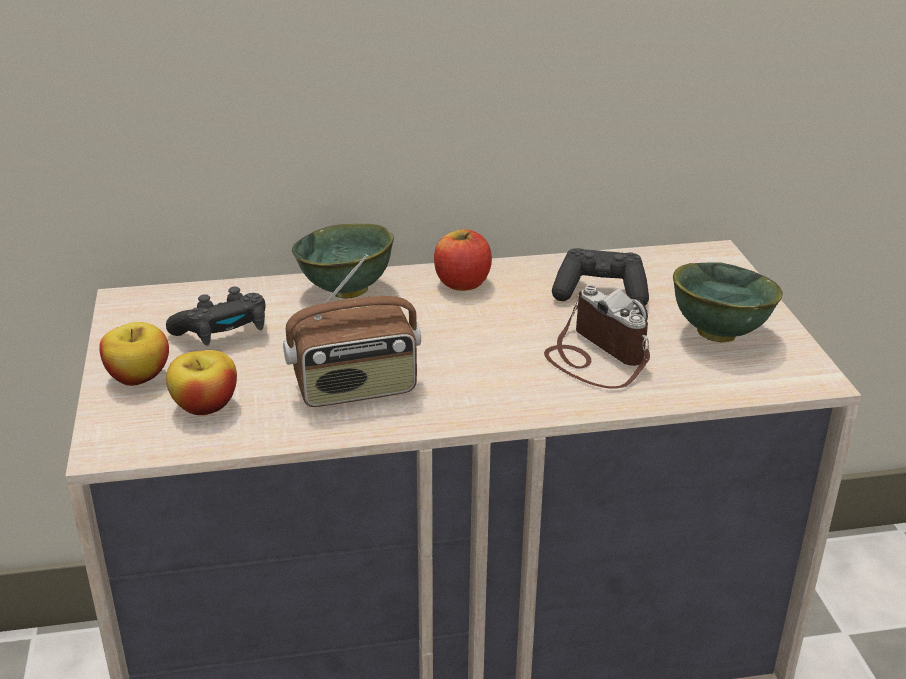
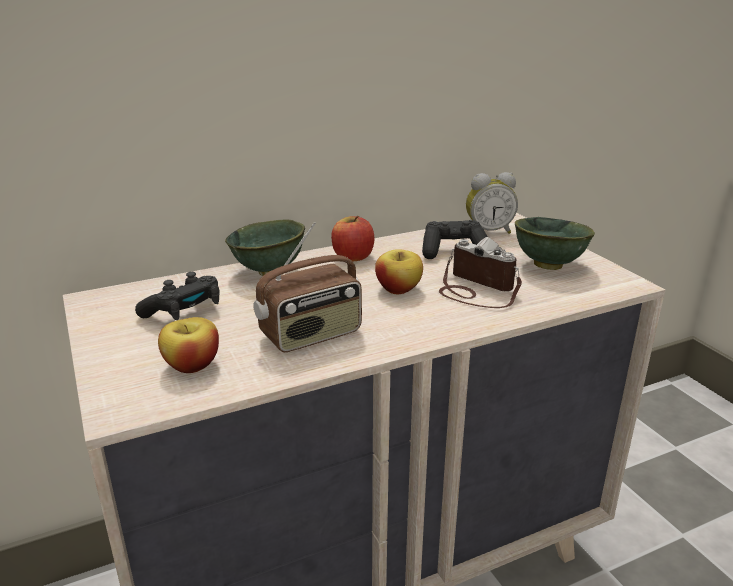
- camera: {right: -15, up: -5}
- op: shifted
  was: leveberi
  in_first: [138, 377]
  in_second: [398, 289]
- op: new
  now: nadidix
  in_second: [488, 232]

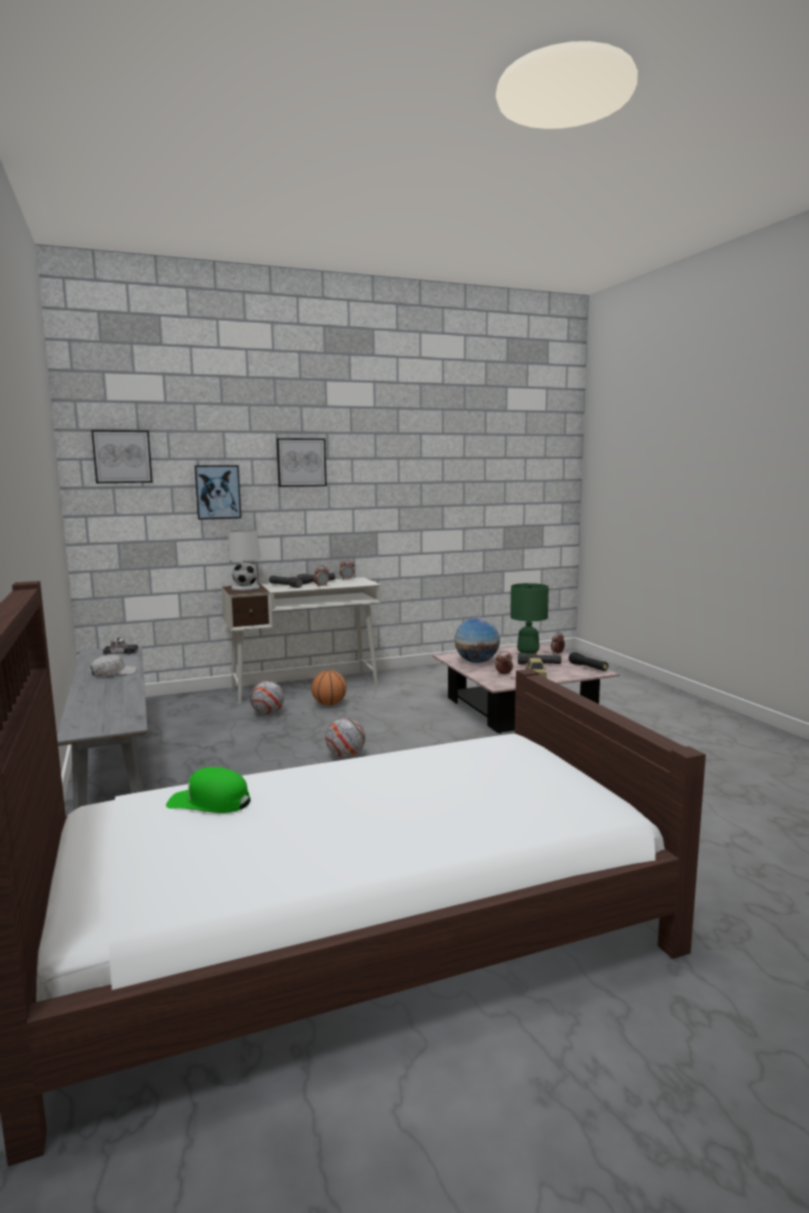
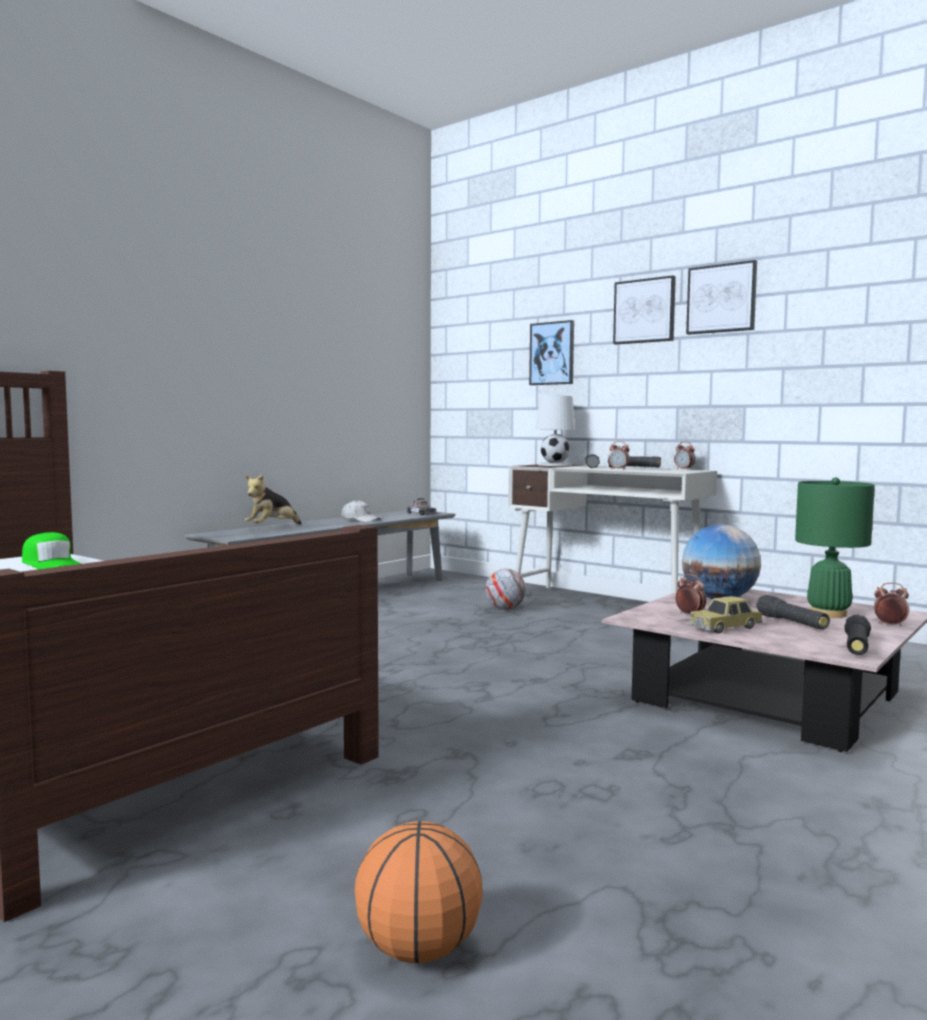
- camera: {right: 60, up: -5}
- op: shifted
  was: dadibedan
  in_first: [122, 456]
  in_second: [721, 298]
- op: shifted
  was: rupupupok
  in_first: [329, 704]
  in_second: [418, 949]
- op: gone
  was: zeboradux
  in_first: [345, 756]
- op: rotated
  was: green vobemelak
  in_first: [209, 802]
  in_second: [51, 564]
  clockwise: 150
- op: new
  now: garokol
  in_second: [272, 527]

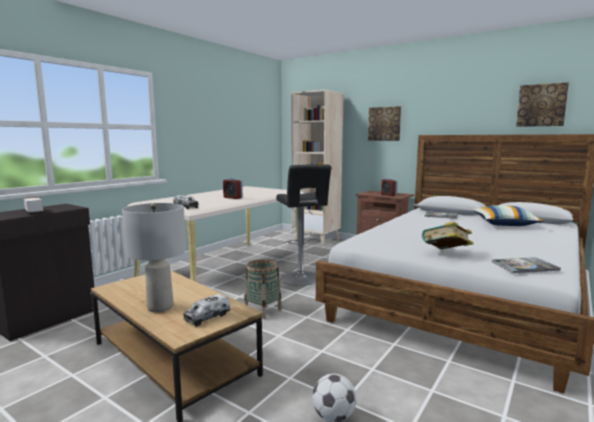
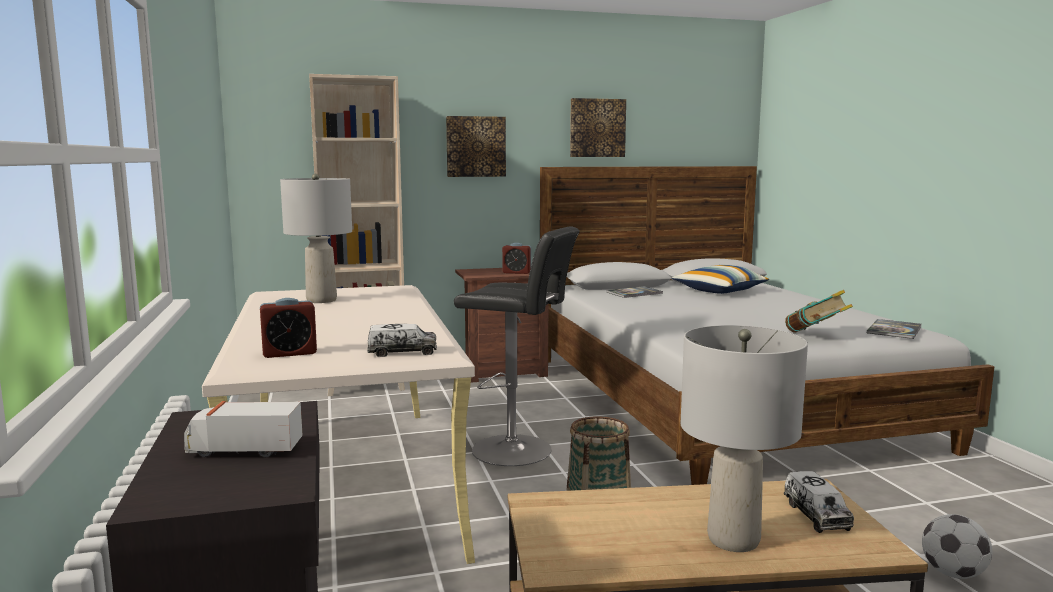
- camera: {right: -50, up: 0}
- op: shifted
  was: dadibedan
  in_first: [541, 105]
  in_second: [597, 128]
- op: shifted
  was: nadidix
  in_first: [233, 198]
  in_second: [289, 353]
- op: new
  now: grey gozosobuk
  in_second: [321, 300]

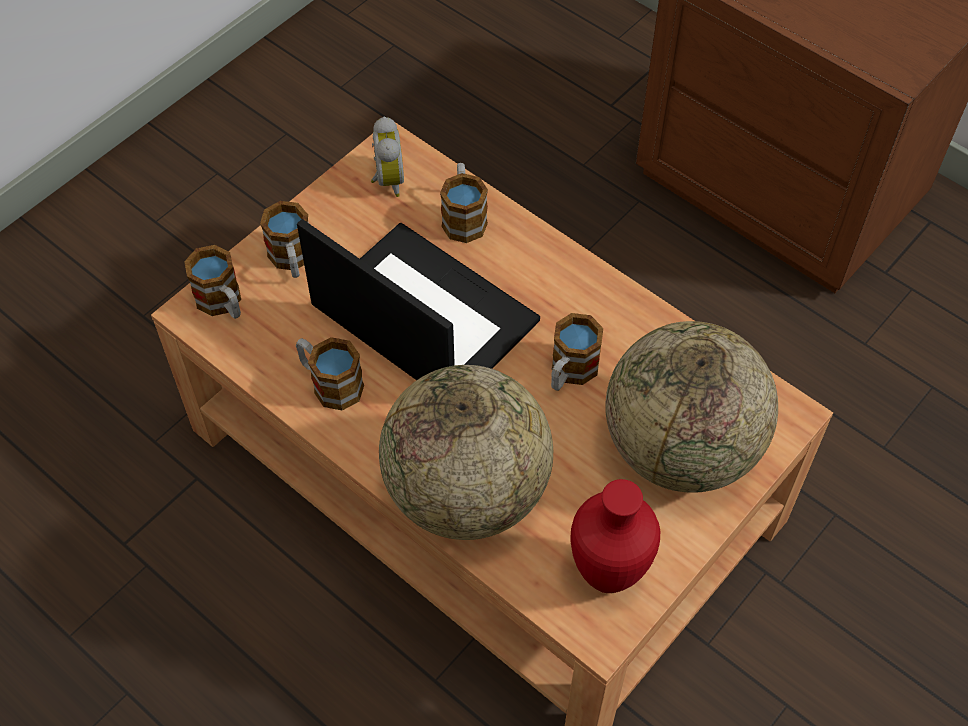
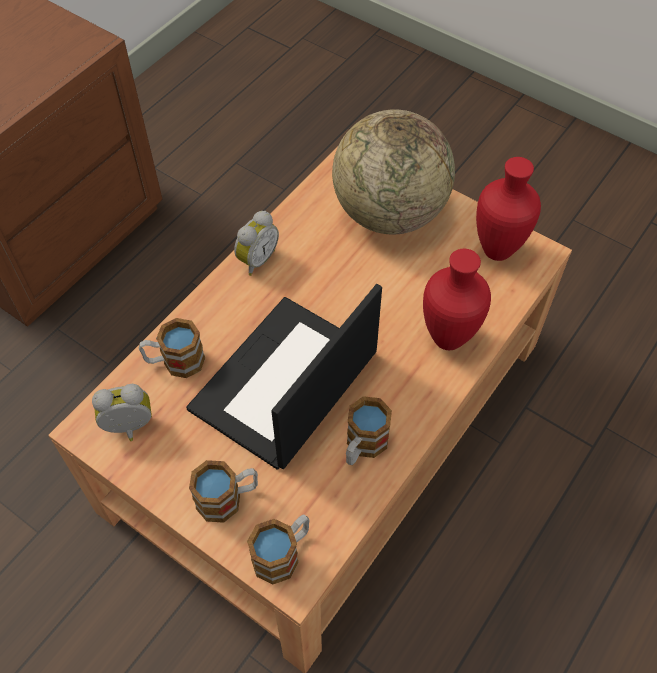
- camera: {right: -95, up: 0}
- op: gone
  was: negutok
  in_first: [570, 372]
- op: swapped
  was: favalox
  now: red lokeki
  in_first: [467, 492]
  in_second: [449, 337]
- op: new
  now: nadidix
  in_second: [256, 259]

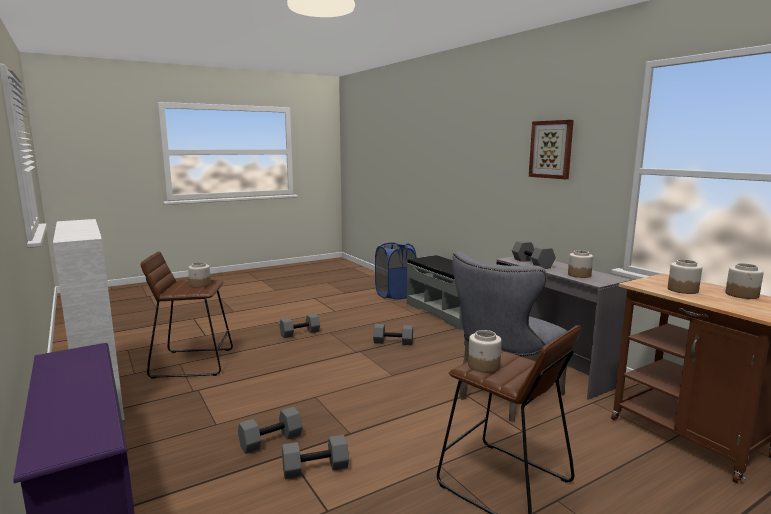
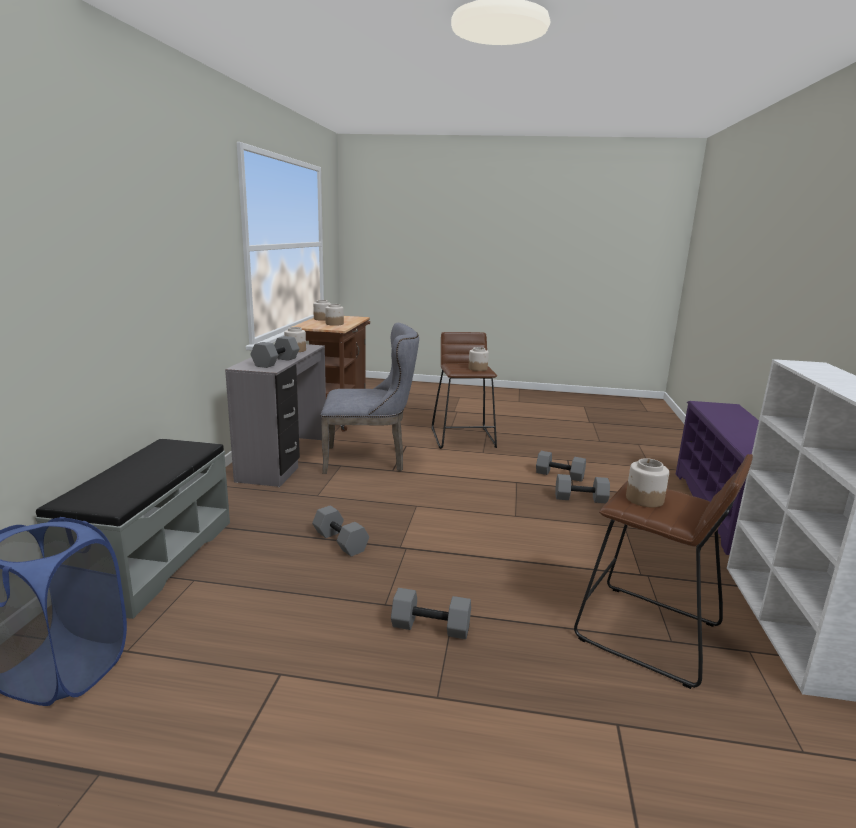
- camera: {right: -140, up: 5}
- op: gone
  was: dadibedan
  in_first: [551, 149]

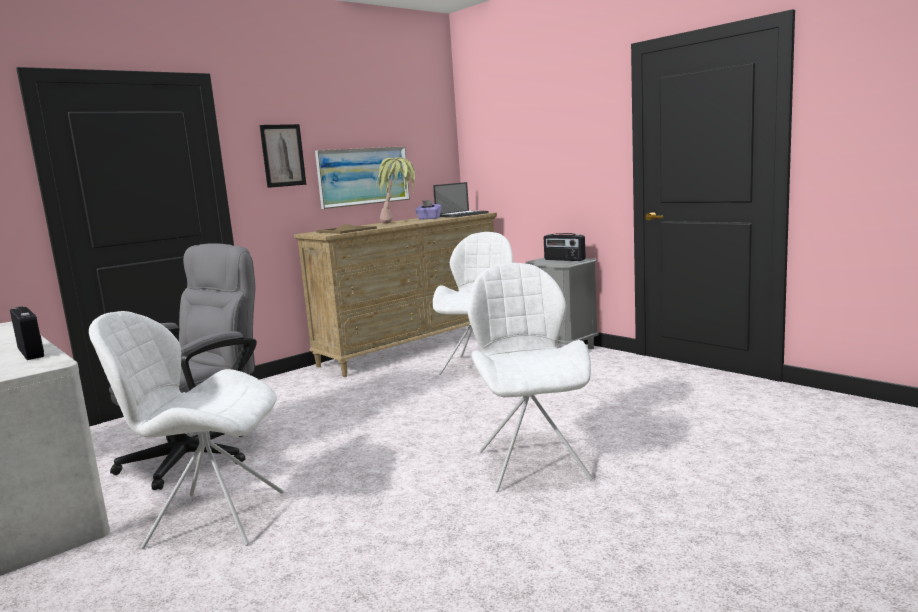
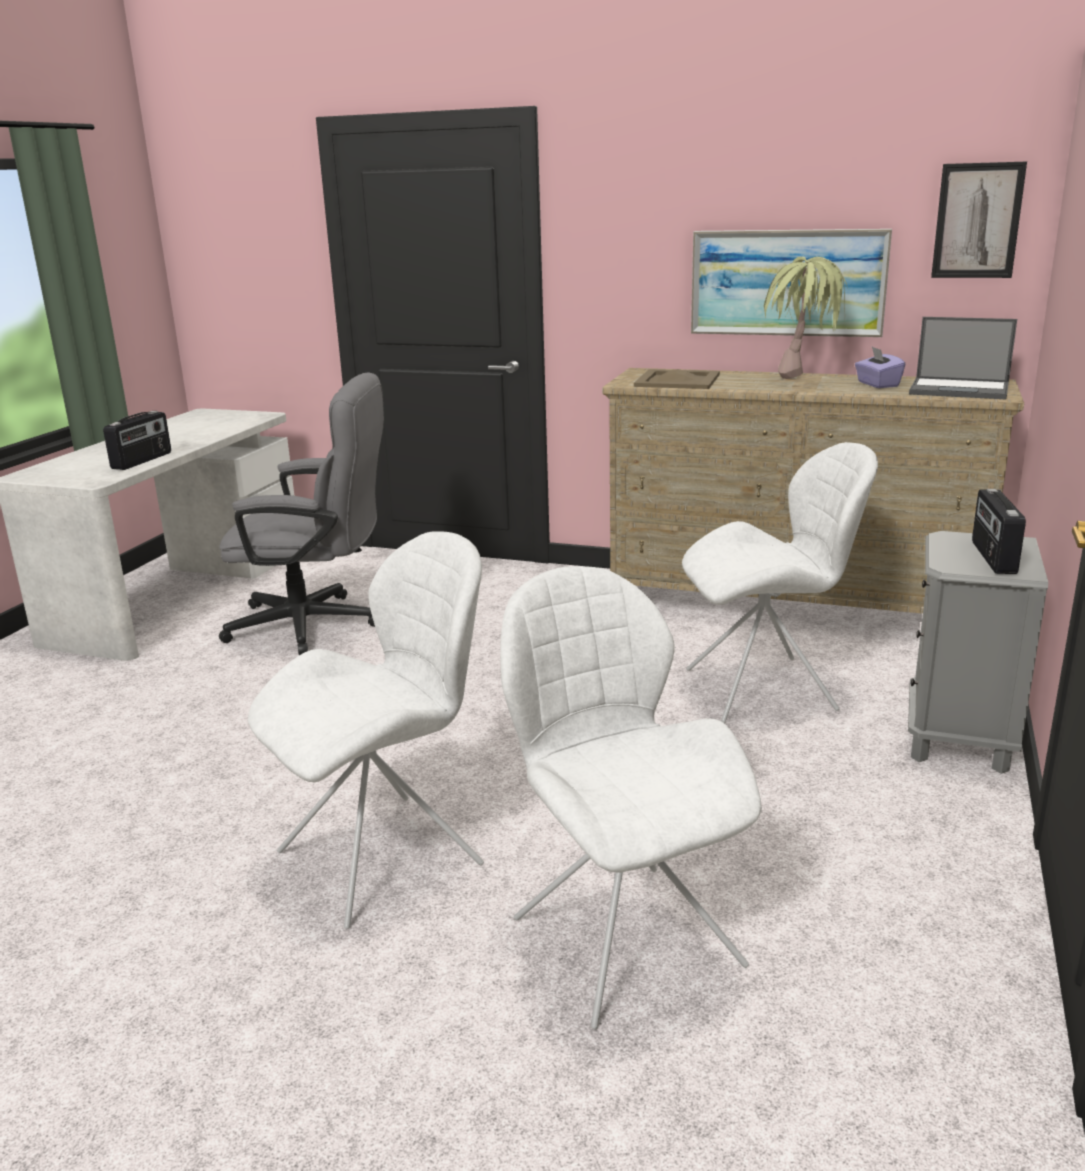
- camera: {right: 60, up: 10}
- op: shifted
  was: dadibedan
  in_first: [283, 155]
  in_second: [977, 221]
- op: shifted
  was: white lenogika
  in_first: [211, 519]
  in_second: [622, 936]

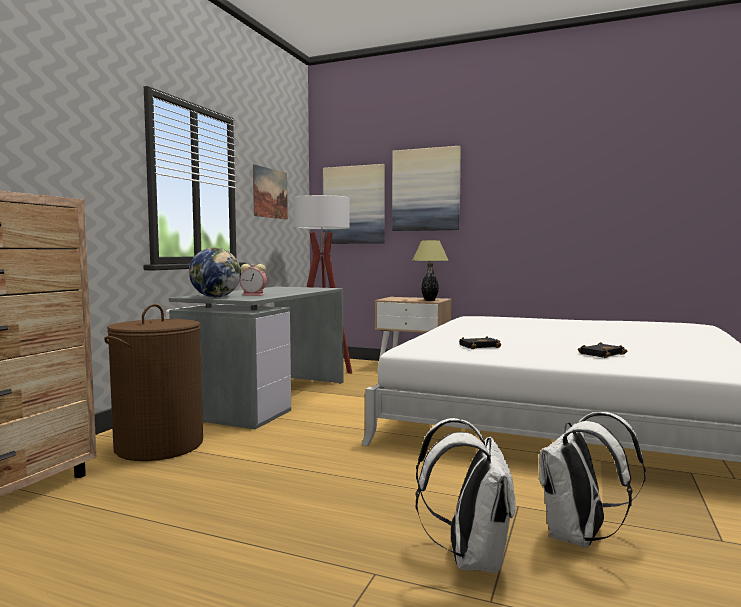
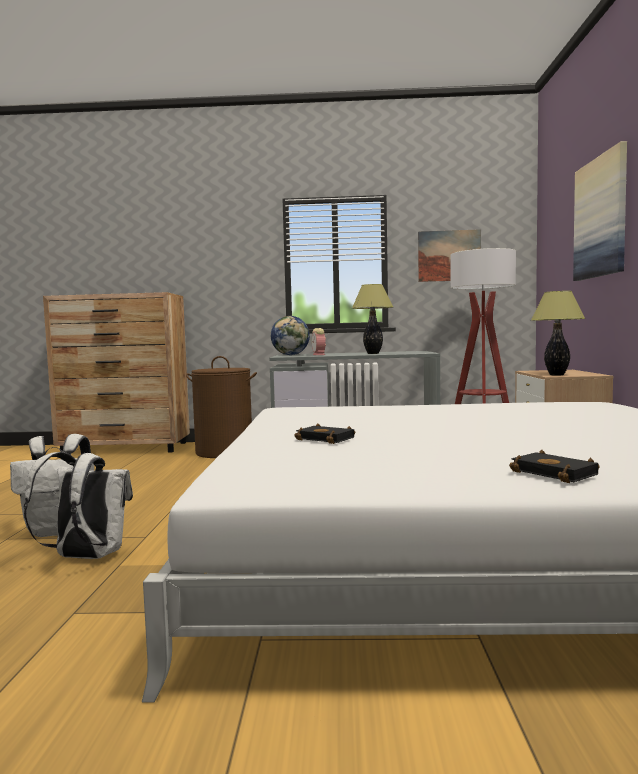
- camera: {right: 70, up: 0}
- op: gone
  was: dadibedan
  in_first: [354, 205]
- op: shifted
  was: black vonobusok
  in_first: [479, 346]
  in_second: [557, 473]
- op: new
  now: gozosobuk
  in_second: [373, 353]

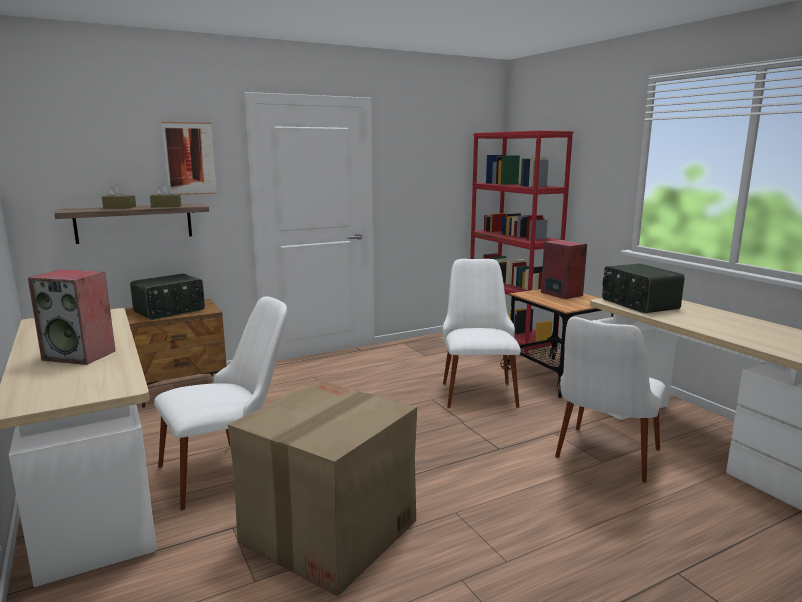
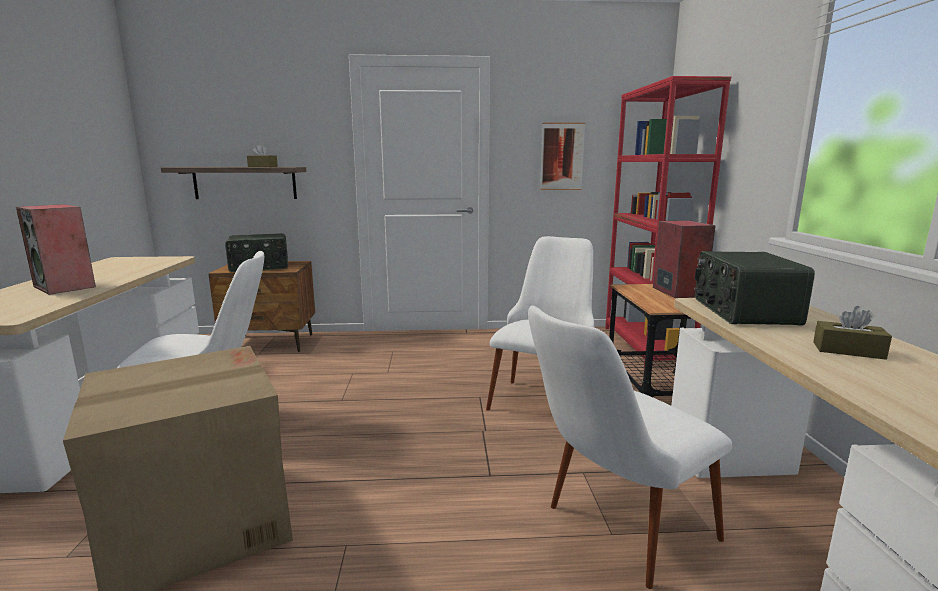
- camera: {right: 25, up: 0}
- op: shifted
  was: dadibedan
  in_first: [190, 158]
  in_second: [562, 156]
- op: shifted
  was: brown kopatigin
  in_first: [119, 207]
  in_second: [848, 350]

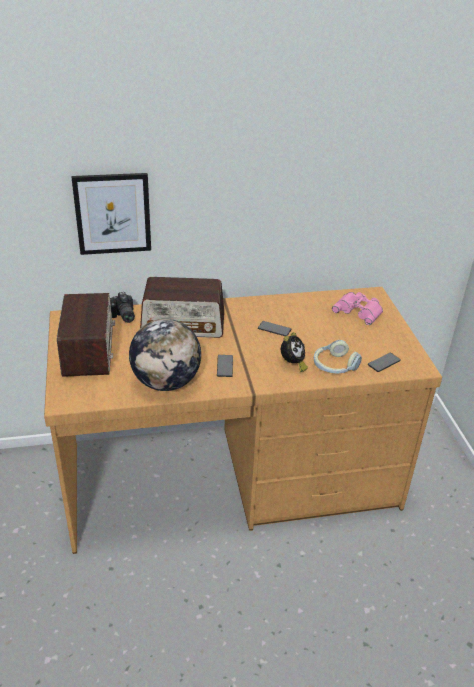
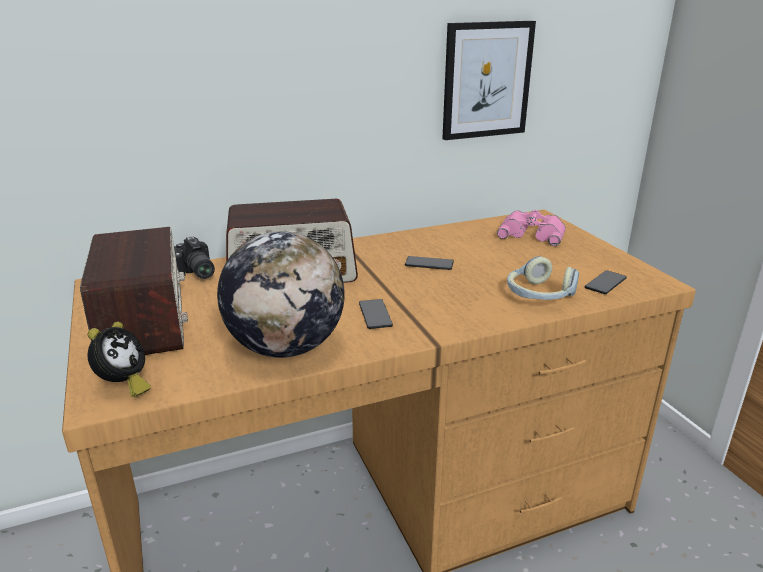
- camera: {right: -10, up: -10}
- op: shifted
  was: dadibedan
  in_first: [113, 213]
  in_second: [486, 80]
- op: shifted
  was: nadidix
  in_first: [292, 364]
  in_second: [123, 386]

